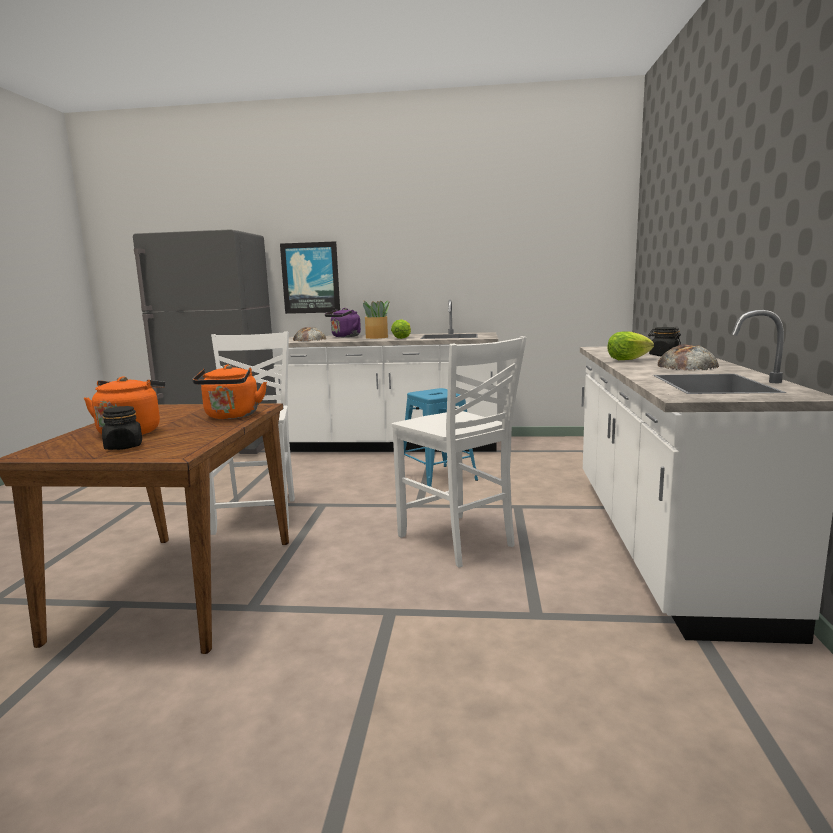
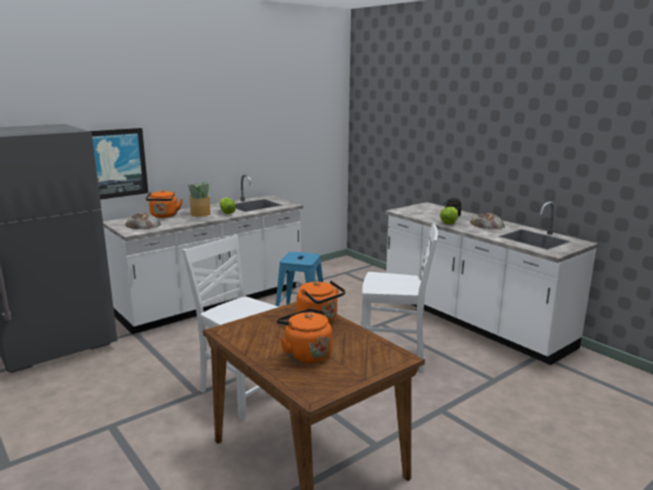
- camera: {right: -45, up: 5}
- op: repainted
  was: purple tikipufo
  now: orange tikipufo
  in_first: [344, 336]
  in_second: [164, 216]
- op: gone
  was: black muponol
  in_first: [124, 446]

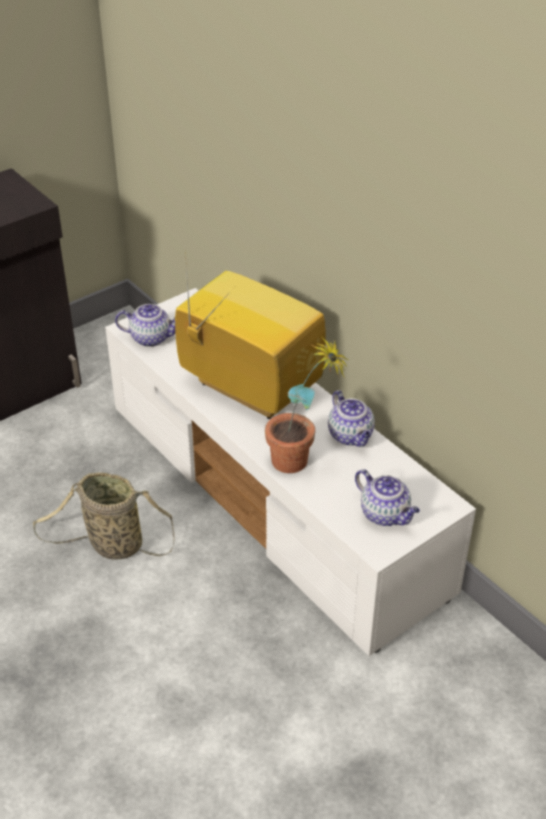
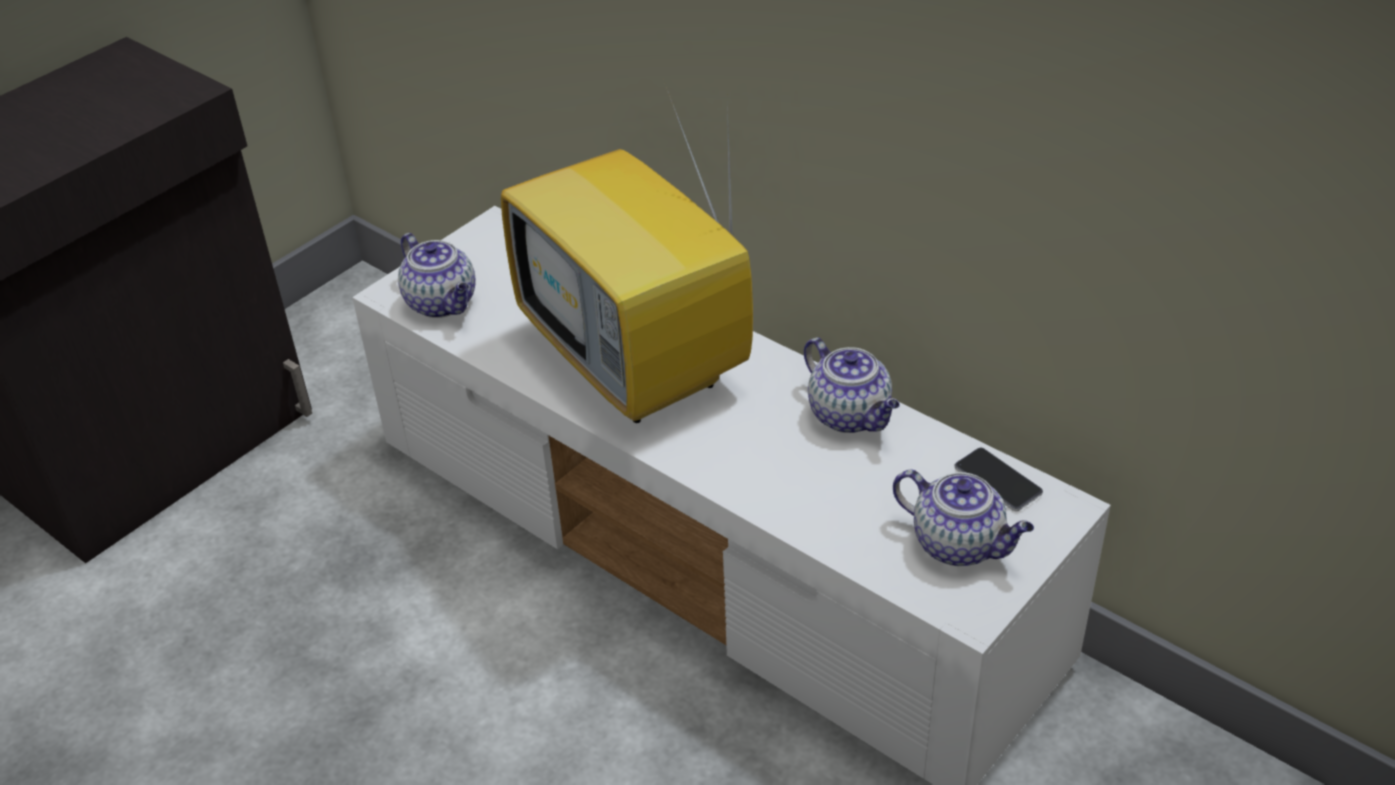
- camera: {right: -10, up: 0}
- op: rotated
  was: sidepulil
  in_first: [246, 388]
  in_second: [639, 363]
  clockwise: -150
- op: rotated
  was: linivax
  in_first: [152, 338]
  in_second: [443, 303]
  clockwise: 60
- op: gone
  was: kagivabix
  in_first: [301, 463]
- op: gone
  was: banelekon
  in_first: [112, 545]
- op: new
  now: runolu
  in_second: [998, 480]

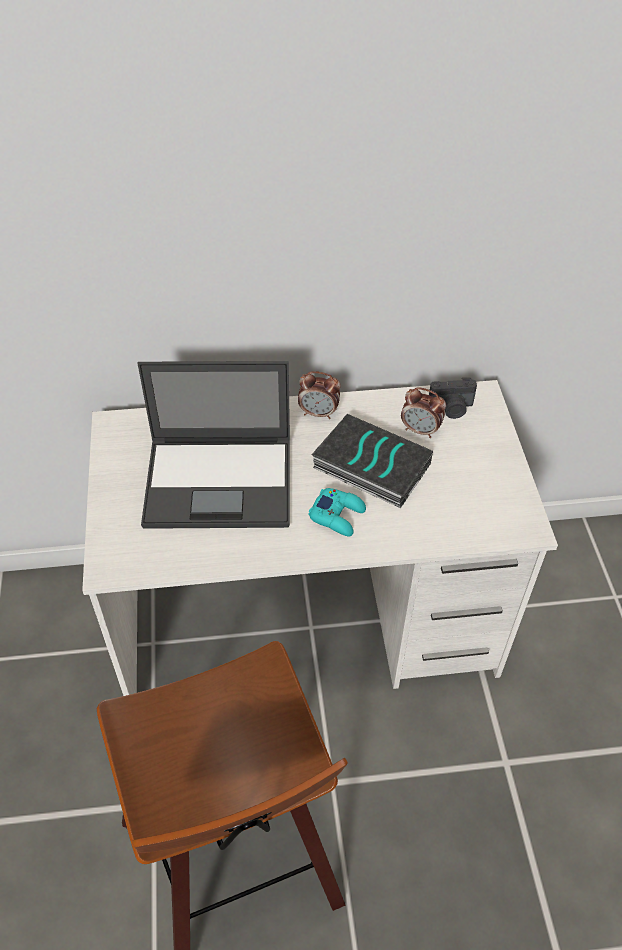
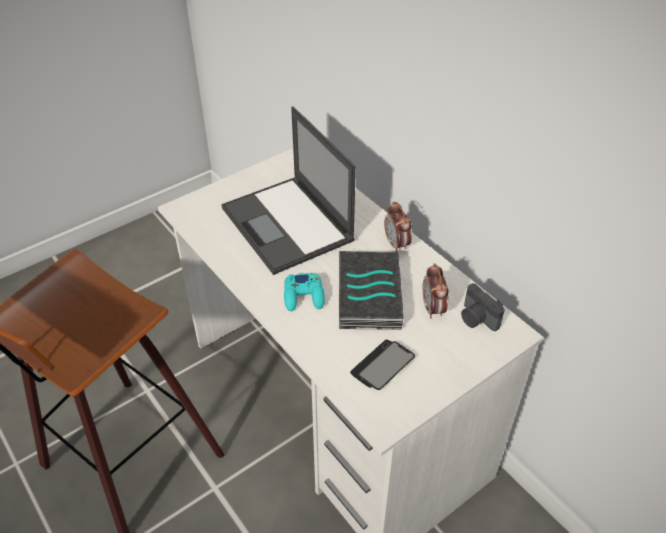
- camera: {right: 60, up: -5}
- op: new
  now: runolu
  in_second: [382, 365]

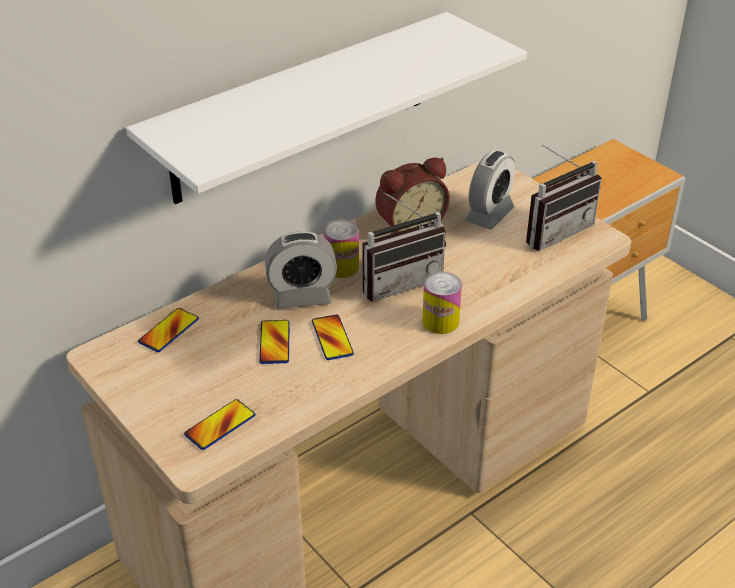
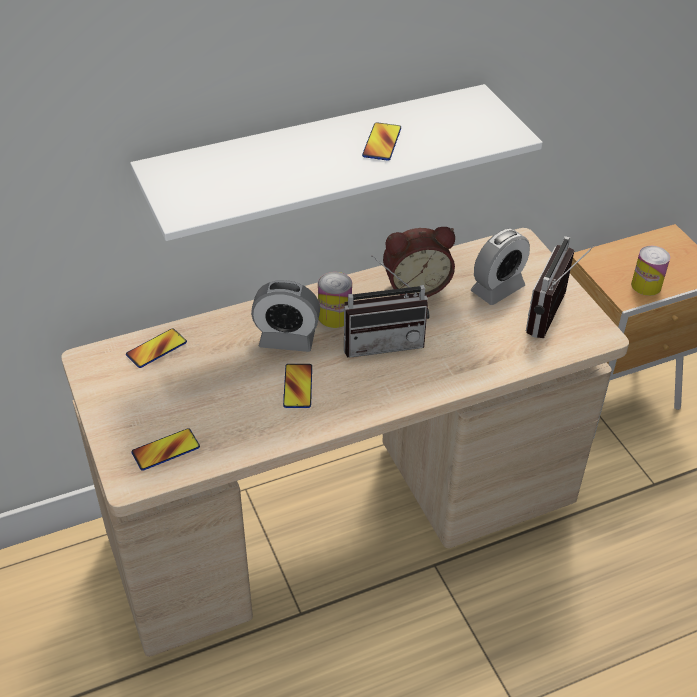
- camera: {right: 15, up: 5}
- op: rotated
  was: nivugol
  in_first: [554, 230]
  in_second: [555, 317]
  clockwise: 135
- op: shifted
  was: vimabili
  in_first: [440, 321]
  in_second: [646, 285]
- op: shifted
  was: runolu
  in_first: [275, 343]
  in_second: [382, 142]

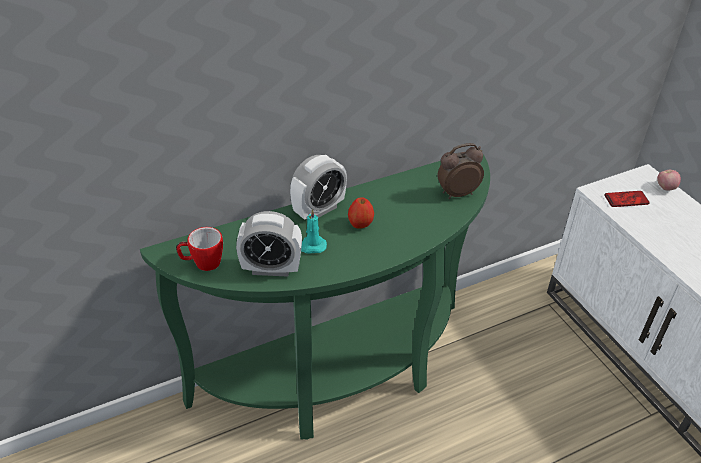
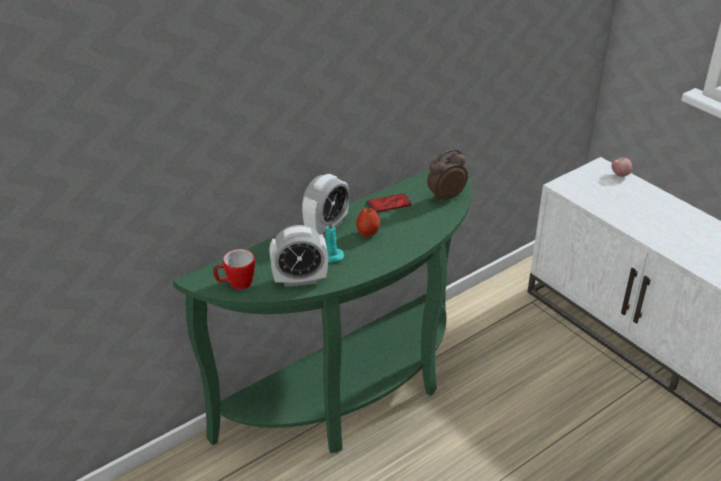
- camera: {right: -10, up: -5}
- op: shifted
  was: runolu
  in_first: [626, 199]
  in_second: [388, 204]

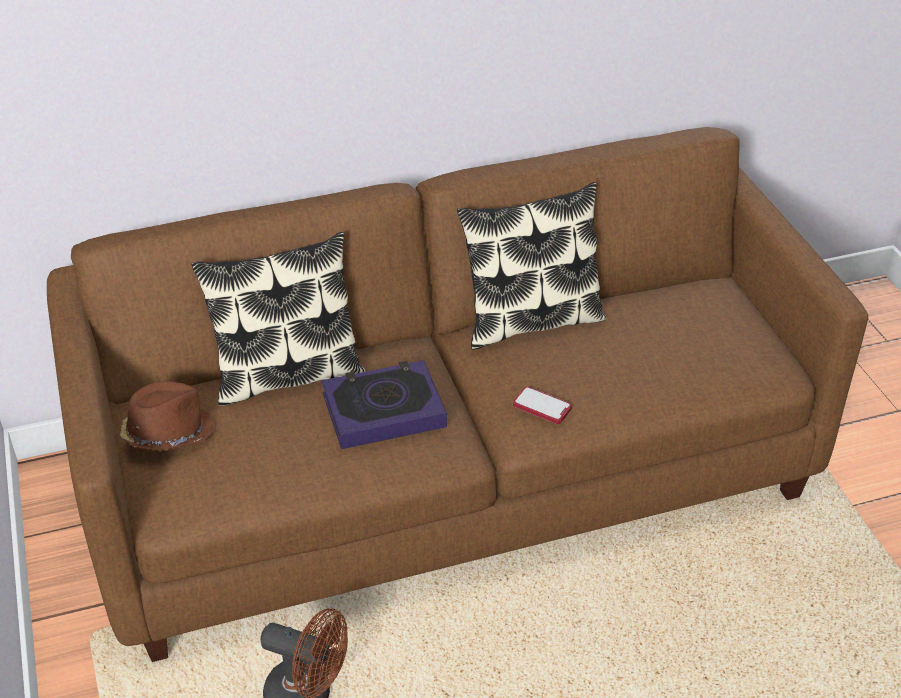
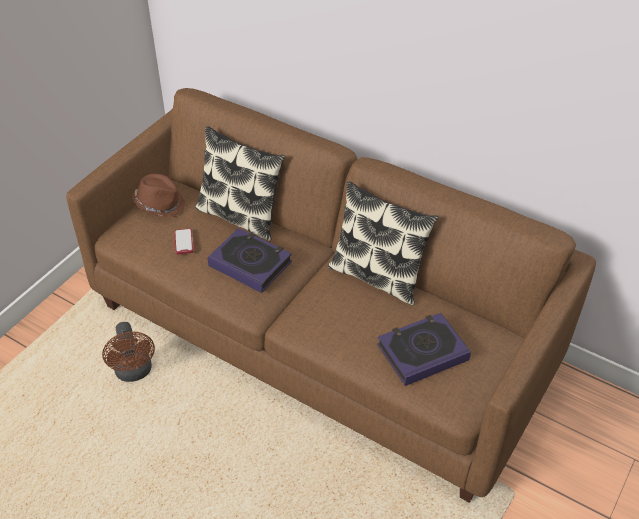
- camera: {right: 50, up: 5}
- op: shifted
  was: runolu
  in_first: [542, 407]
  in_second: [184, 242]
- op: new
  now: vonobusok
  in_second: [422, 352]

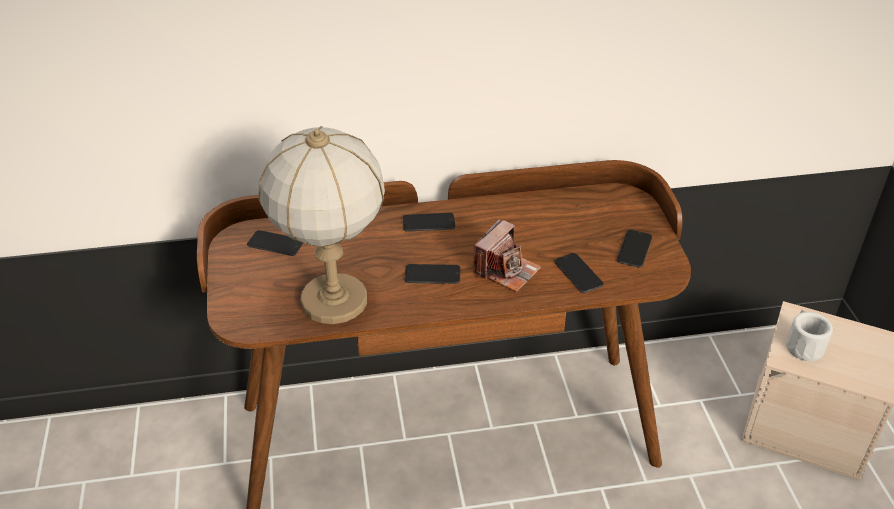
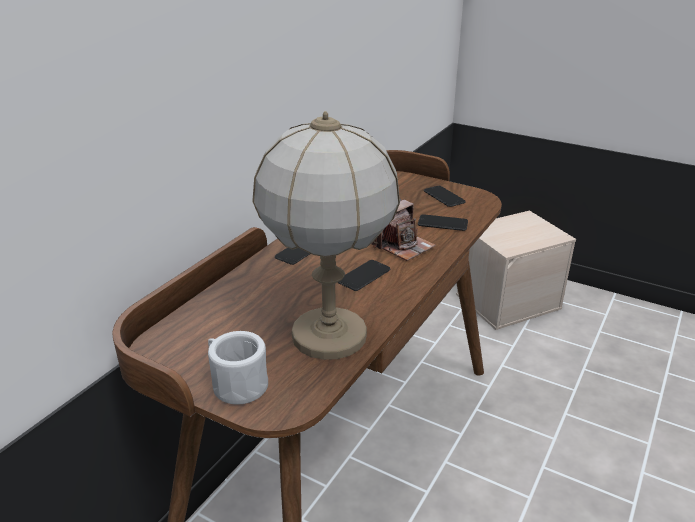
- camera: {right: -50, up: -10}
- op: rotated
  was: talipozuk
  in_first: [506, 270]
  in_second: [402, 246]
  clockwise: 60
- op: gone
  was: runolu
  in_first: [275, 244]
- op: shifted
  was: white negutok
  in_first: [803, 345]
  in_second: [236, 384]

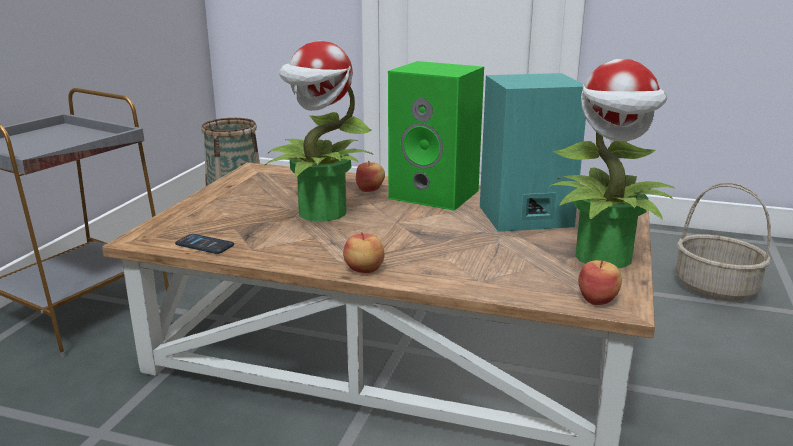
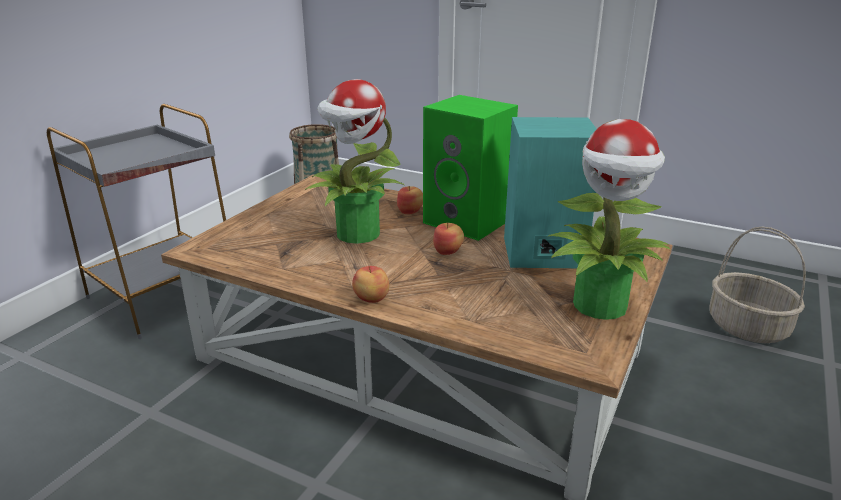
- camera: {right: 10, up: 5}
- op: gone
  was: runolu
  in_first: [204, 245]
- op: shifted
  was: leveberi
  in_first: [598, 299]
  in_second: [448, 251]

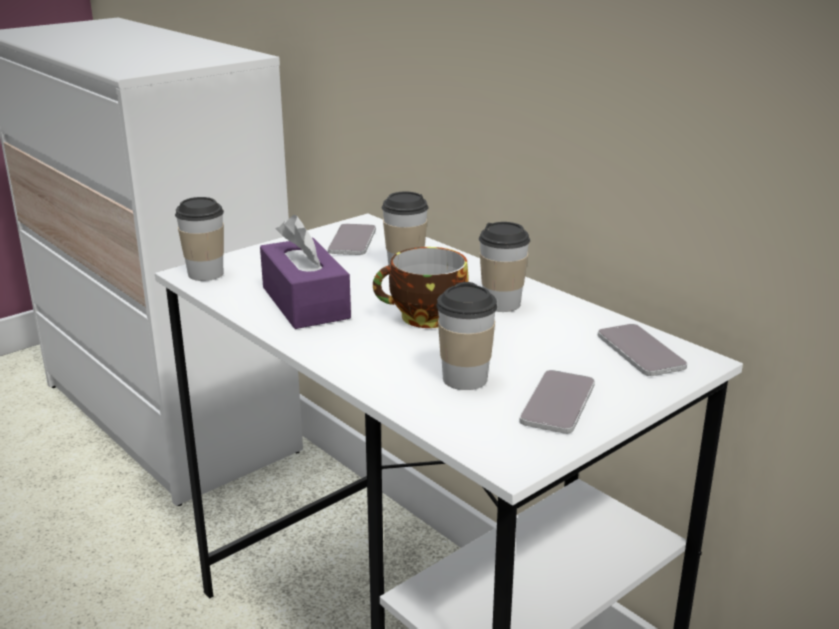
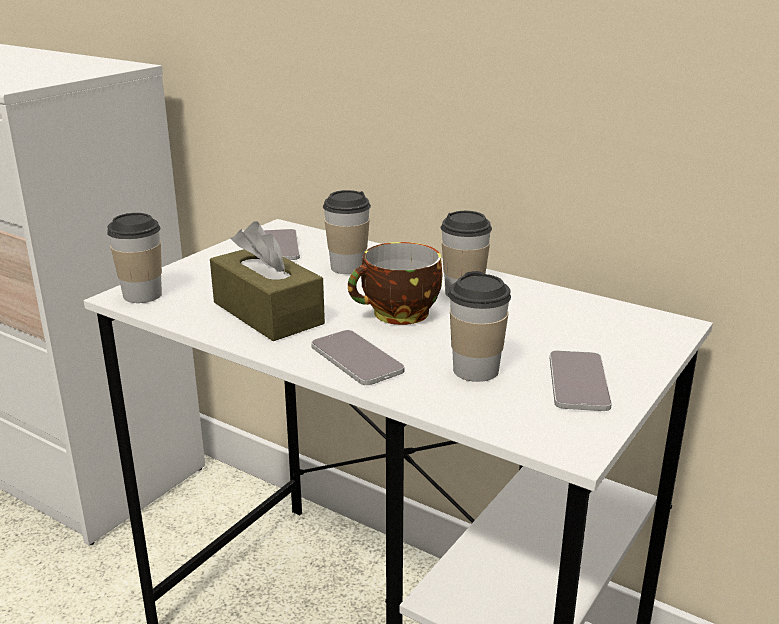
- camera: {right: -15, up: 0}
- op: repainted
  was: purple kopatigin
  now: brown kopatigin
  in_first: [305, 303]
  in_second: [268, 313]
- op: shifted
  was: runolu
  in_first: [640, 351]
  in_second: [356, 359]

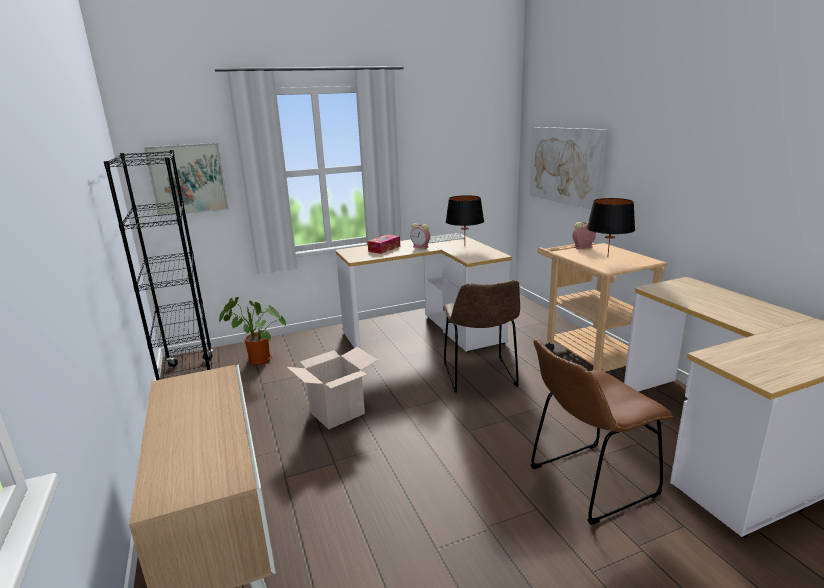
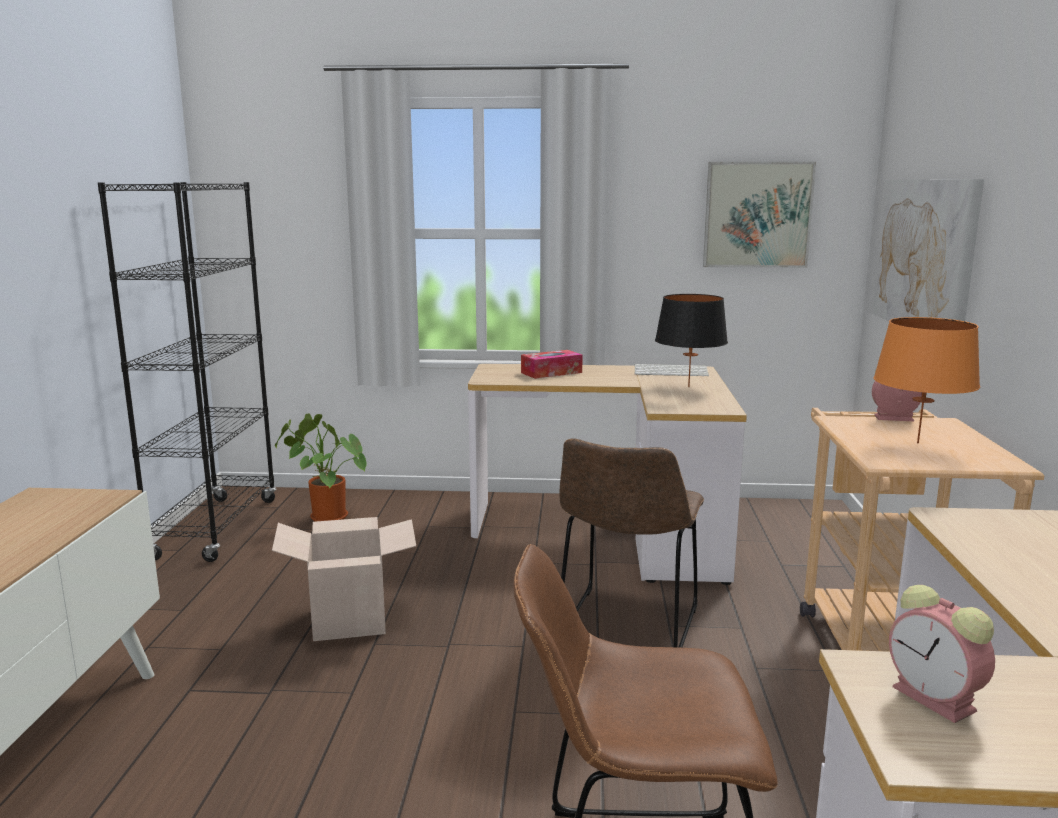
- camera: {right: 25, up: -5}
- op: shifted
  was: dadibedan
  in_first: [188, 179]
  in_second: [757, 215]
- op: repainted
  was: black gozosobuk
  now: orange gozosobuk
  in_first: [607, 257]
  in_second: [917, 443]
- op: shifted
  was: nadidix
  in_first: [421, 247]
  in_second: [937, 700]

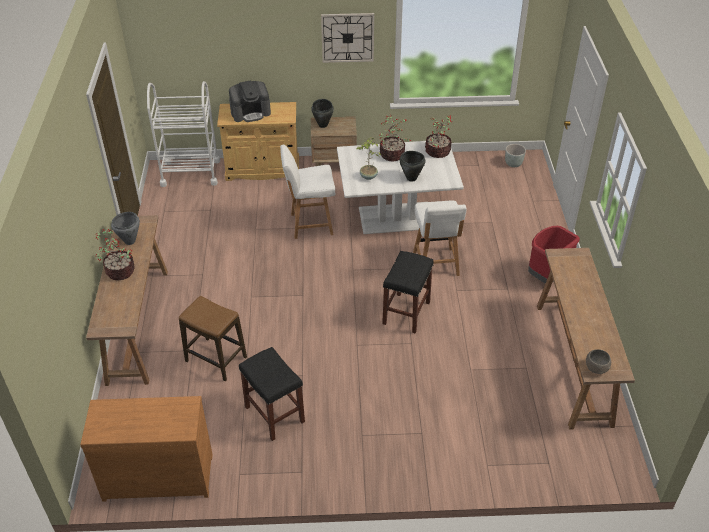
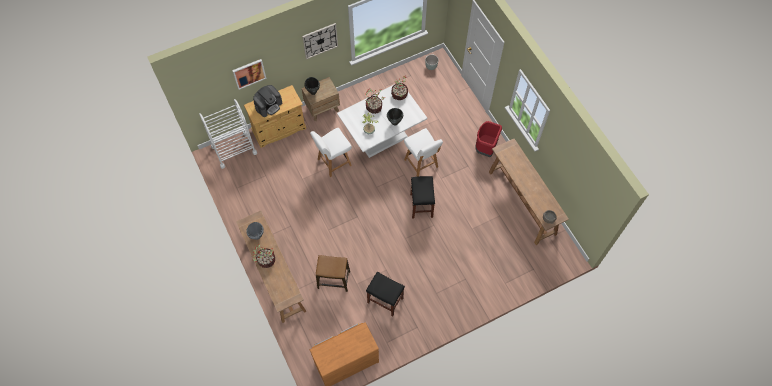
- camera: {right: -25, up: 20}
- op: new
  now: dadibedan
  in_second: [249, 73]

